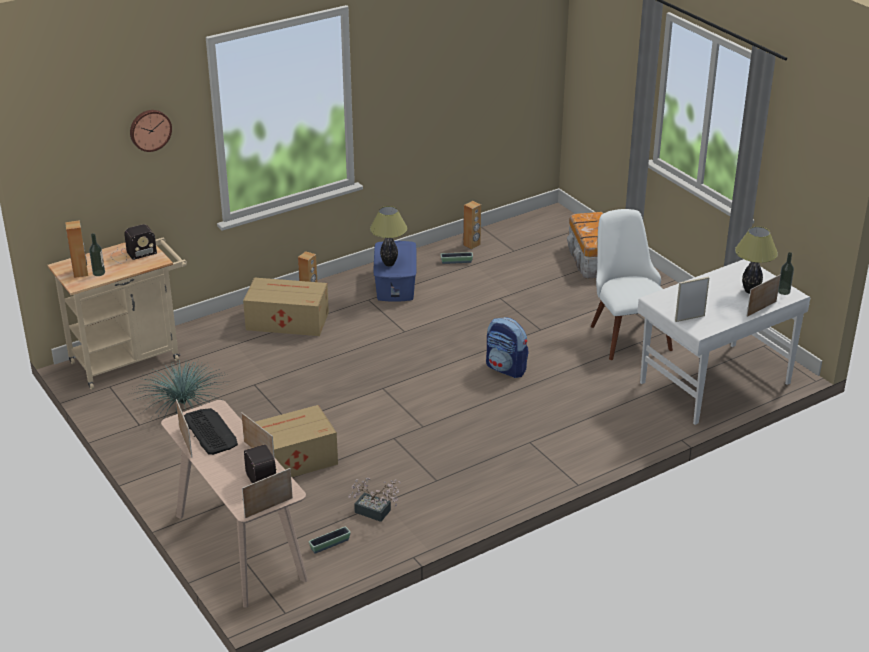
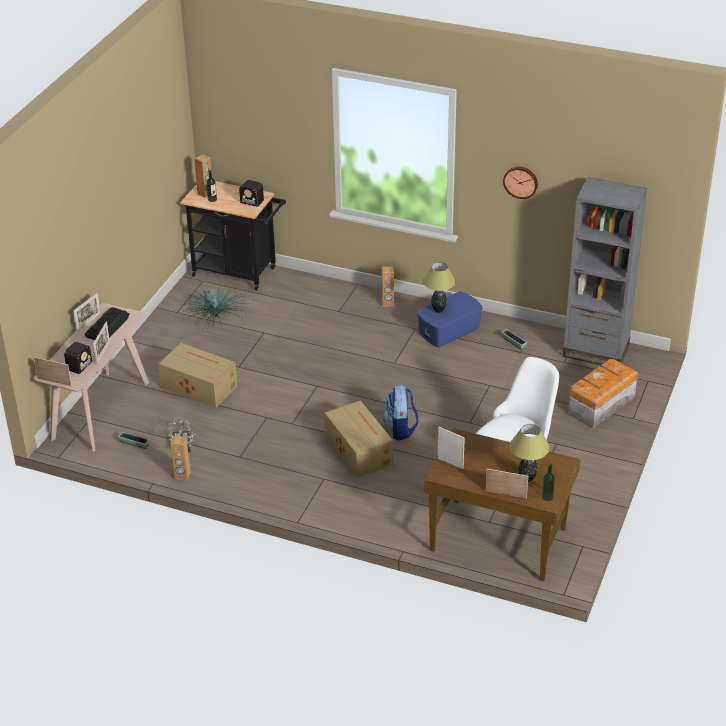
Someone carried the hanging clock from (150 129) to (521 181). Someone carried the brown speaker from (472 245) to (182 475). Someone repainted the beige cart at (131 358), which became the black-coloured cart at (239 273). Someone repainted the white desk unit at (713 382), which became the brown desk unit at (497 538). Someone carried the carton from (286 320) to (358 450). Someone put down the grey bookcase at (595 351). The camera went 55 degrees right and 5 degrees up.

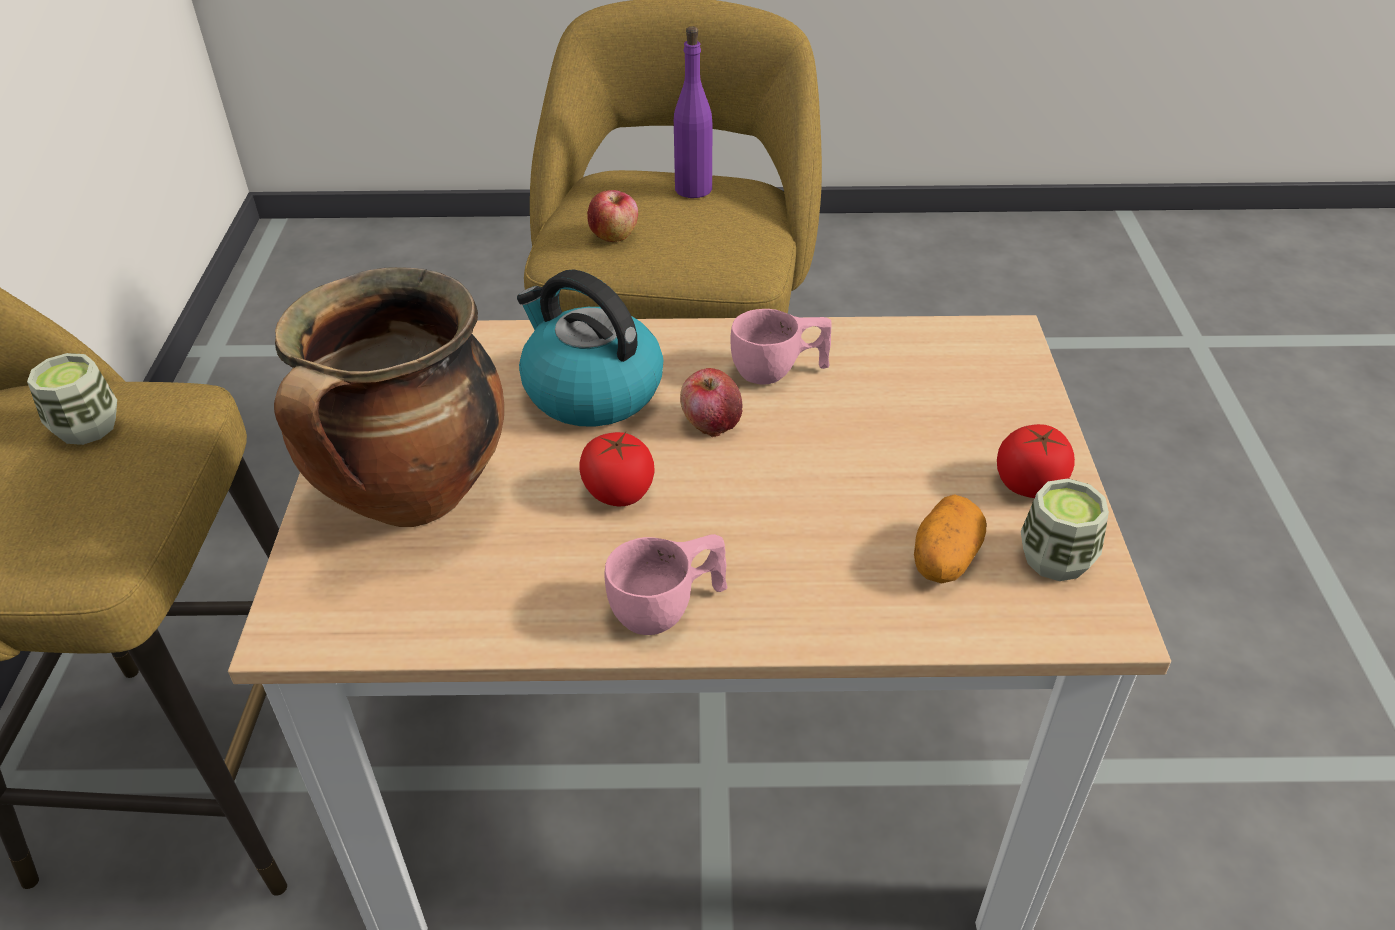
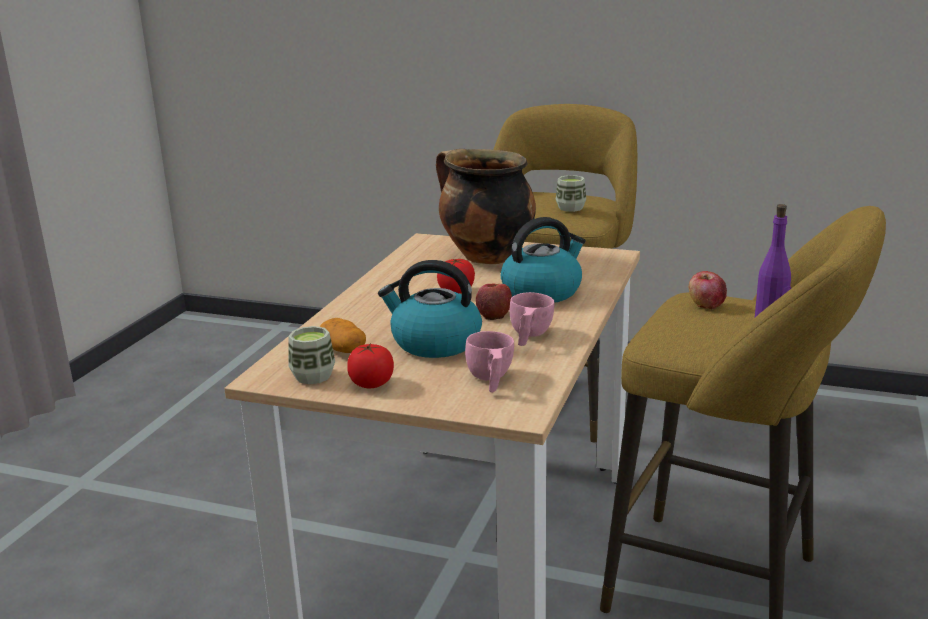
Someone carried the pink cup from (668 608) to (490 380). Someone put down the water kettle at (434 343). The camera went 110 degrees right and 20 degrees down.

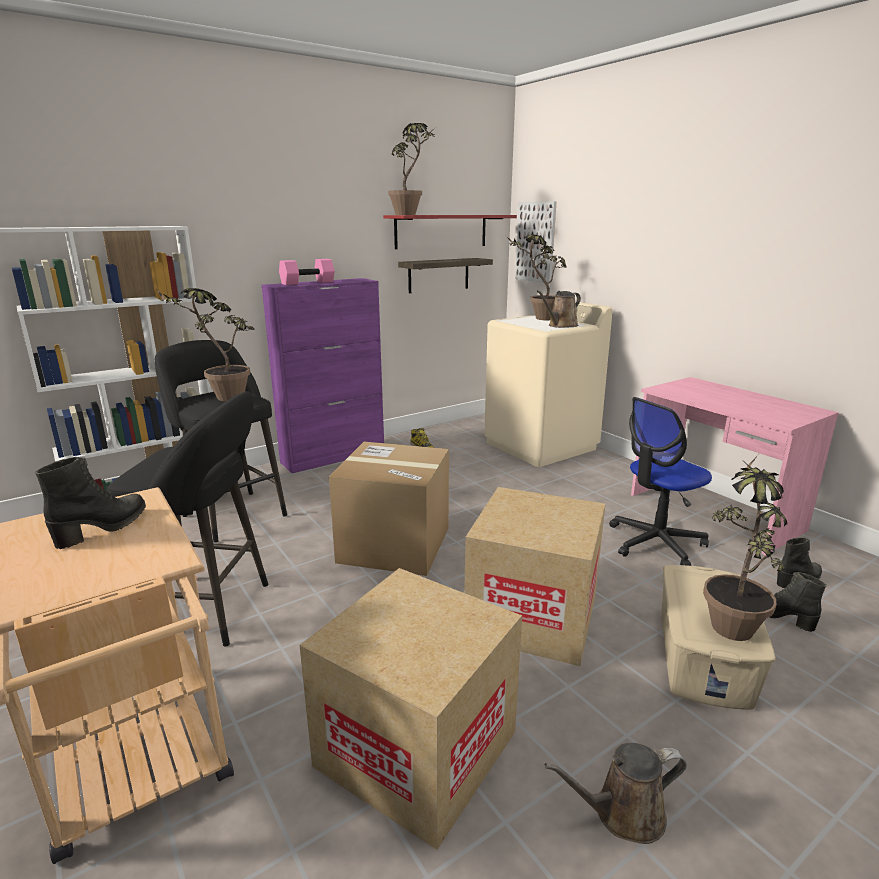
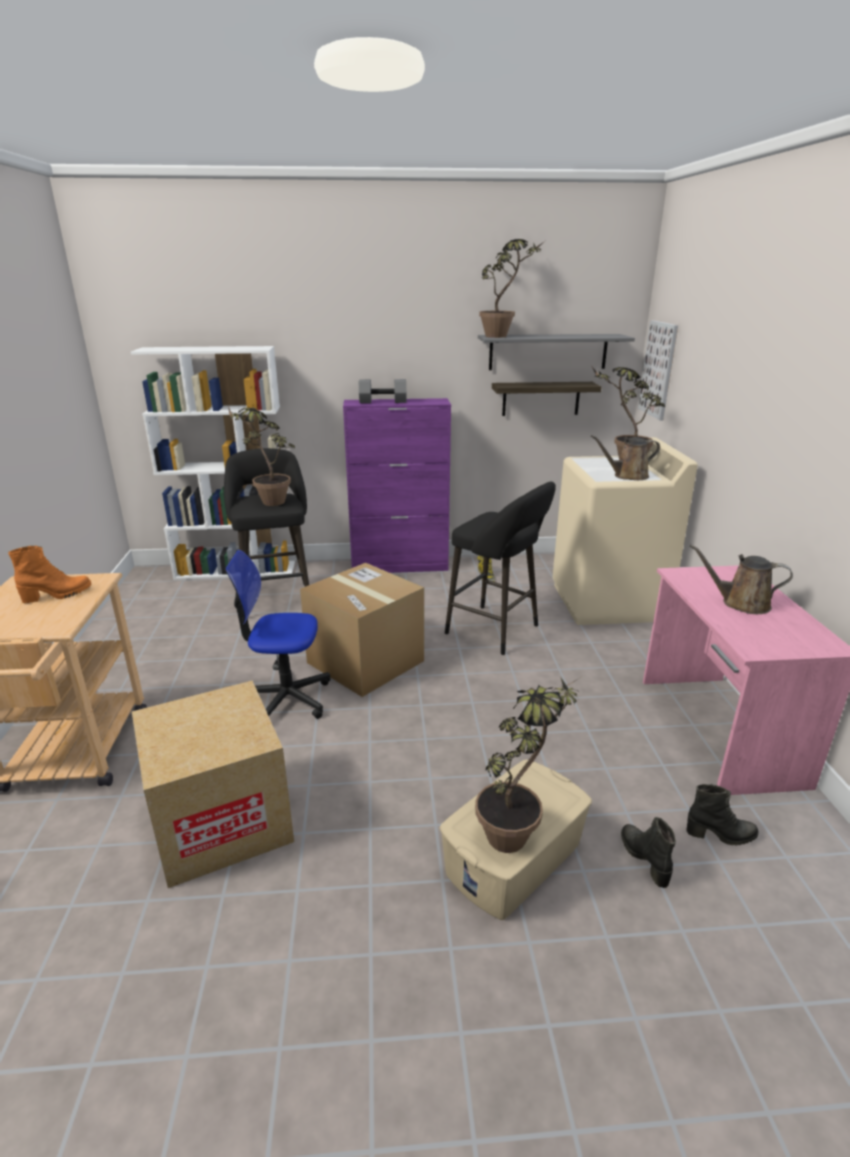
Someone repainted the red shelf at (441 231), which became the grey shelf at (548 352). Someone repainted the pink free weight at (308 283), which became the grey free weight at (383 401). Someone carried the black-coloured sitting stool from (211 610) to (496 631). Someone carried the office chair from (655 543) to (285 699). Someone repainted the black-coloured tall boot at (103 528), which became the orange tall boot at (57 595). Someone took away the carton at (532 616). Someone carried the brown watering can from (623 813) to (740 603). The camera went 30 degrees right and 5 degrees up.

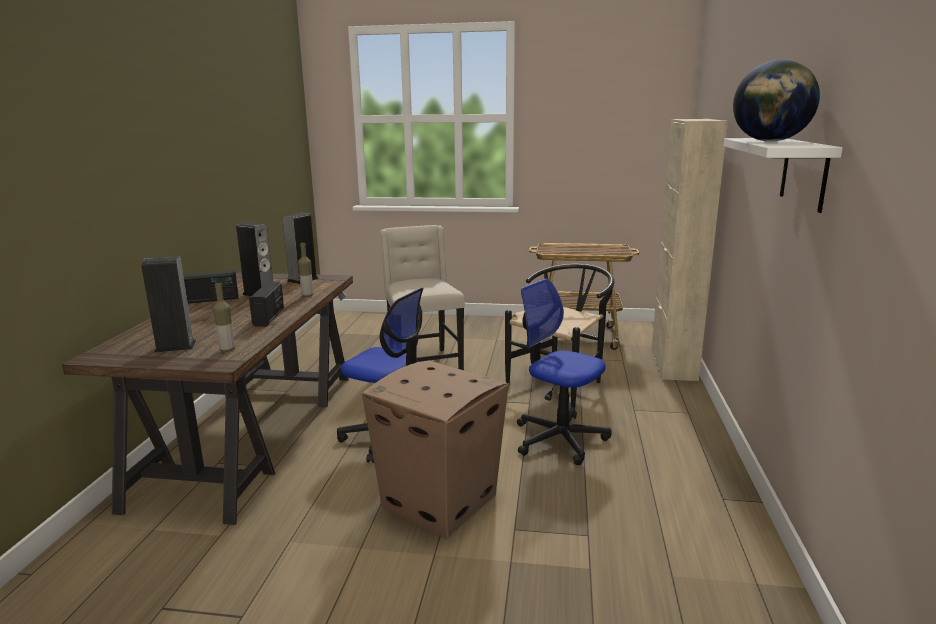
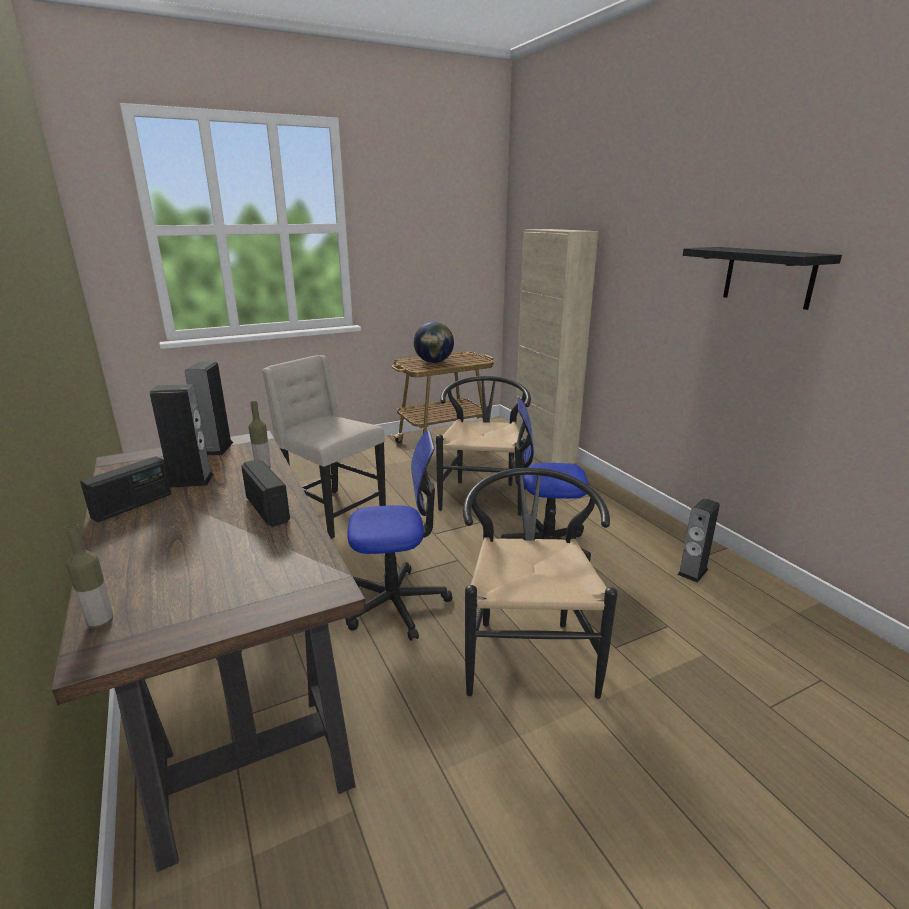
Someone carried the world globe from (770 141) to (434 362). Someone repainted the white shelf at (804 173), which became the black-coloured shelf at (768 277). Someone carried the speaker from (175 346) to (692 572). Someone carried the drink bottle from (227 350) to (100 622). Someone swapped the carton at (440 501) for the black-coloured chair at (527 650). The camera went 35 degrees left and 5 degrees up.

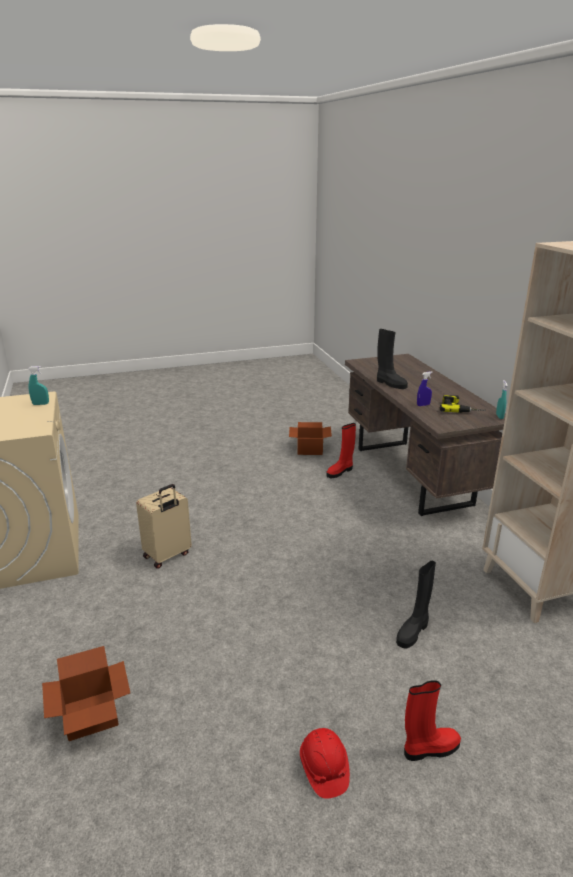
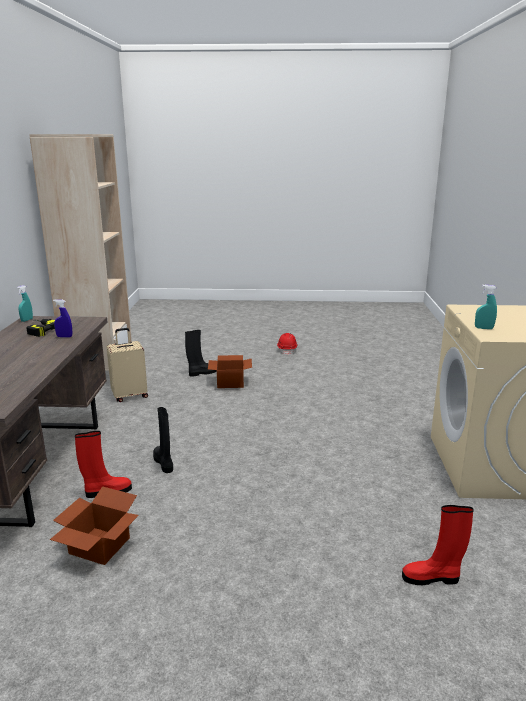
Someone carried the black-coloured tall boot from (390 384) to (164 463). Someone carried the beige suitcase from (167 556) to (130 395). Someone carried the carton from (90 716) to (231 382). Someone carried the red tall boot from (429 749) to (432 578). The camera went 160 degrees left and 5 degrees down.

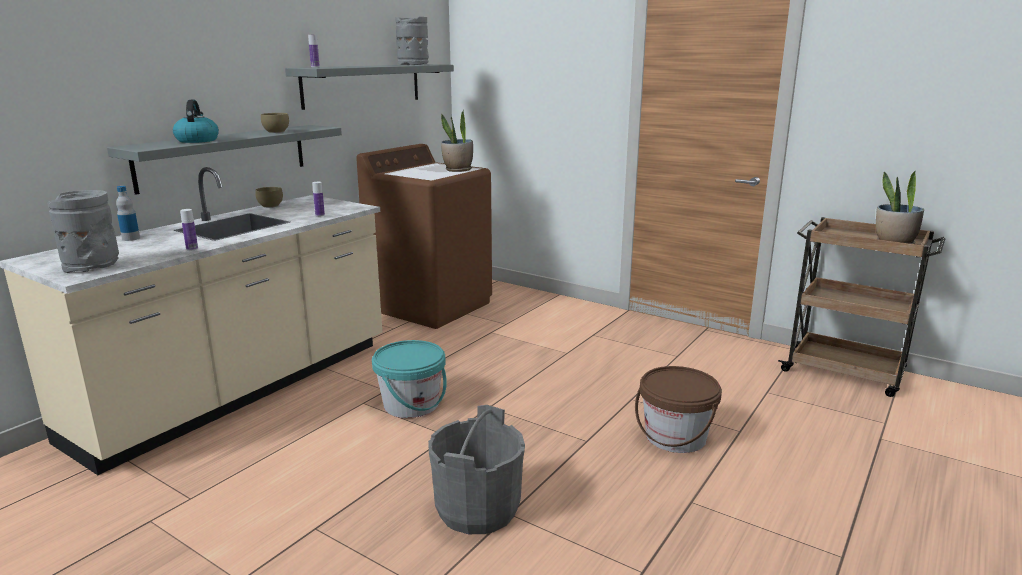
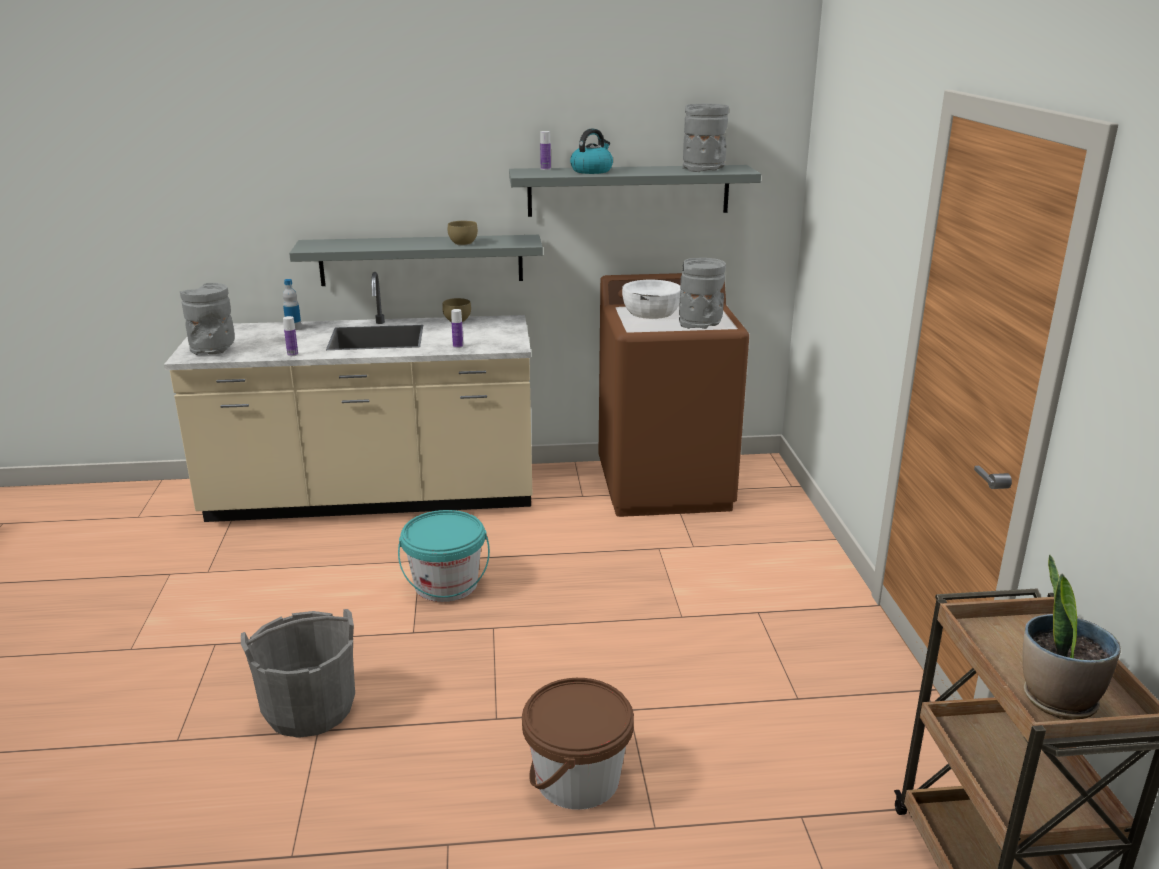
Someone carried the water kettle from (197 140) to (592 171). Someone swapped the houseplant at (458 170) for the grey decorative vase at (701 324). Someone put down the white serving bowl at (651 312). The camera went 50 degrees right and 5 degrees up.

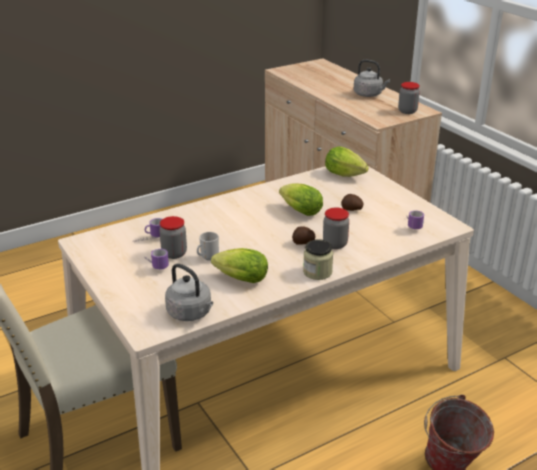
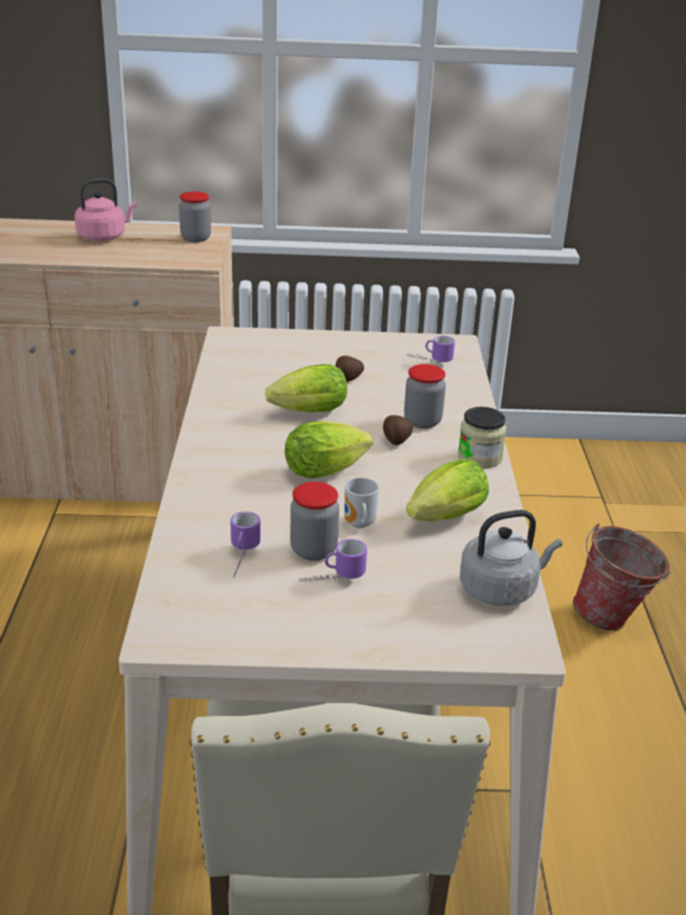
Someone repainted the grey water kettle at (369 95), which became the pink water kettle at (104 237). Someone carried the lettuce head from (346 175) to (329 470). The camera went 60 degrees left and 0 degrees up.

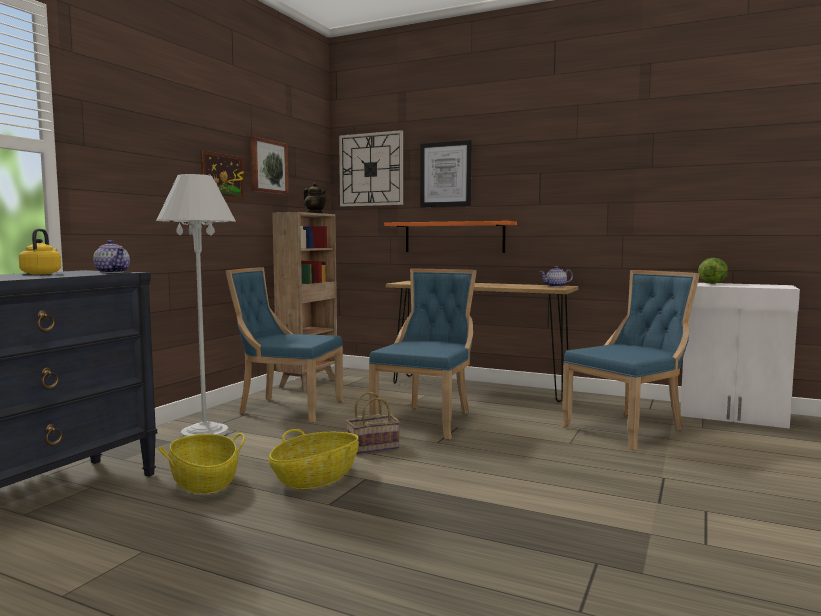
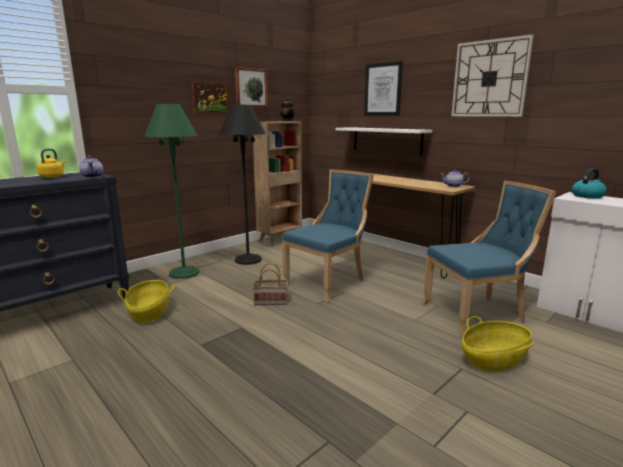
Someone carried the hanging clock from (371 169) to (489 79). Someone repainted the white standing lamp at (204 432), which became the green-coloured standing lamp at (184 273). Someone repainted the orange shelf at (454 237), which became the white shelf at (386 140). Someone swapped the lettuce head at (712 283) for the water kettle at (587 196). Someone swapped the bluish chair at (287 408) for the black-coloured standing lamp at (248 259). Someone carried the household basket from (316 478) to (494 359). The camera went 20 degrees right and 10 degrees up.

